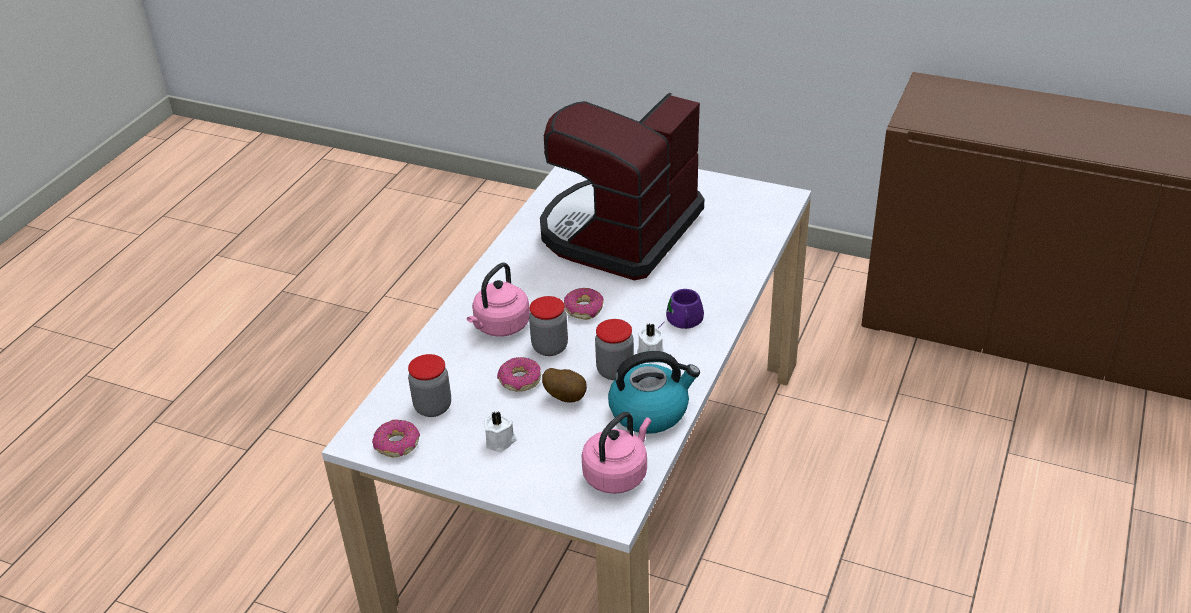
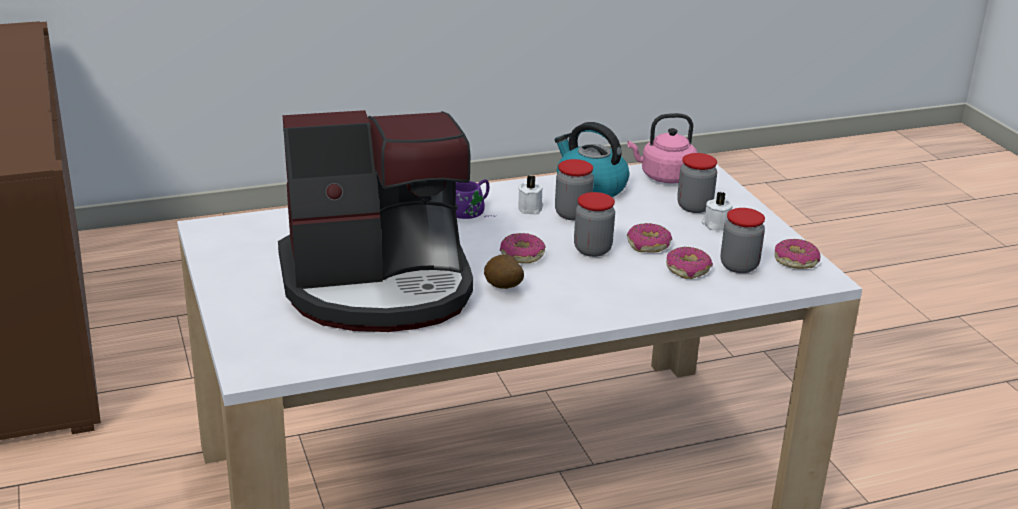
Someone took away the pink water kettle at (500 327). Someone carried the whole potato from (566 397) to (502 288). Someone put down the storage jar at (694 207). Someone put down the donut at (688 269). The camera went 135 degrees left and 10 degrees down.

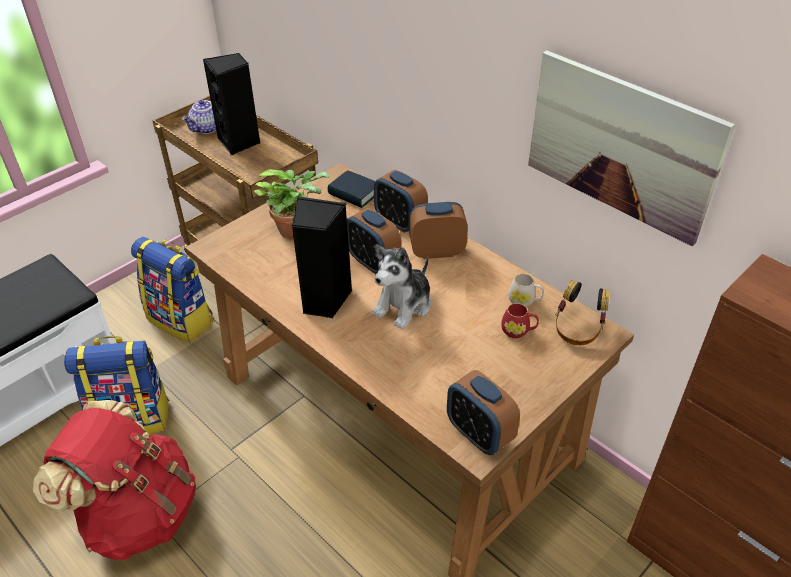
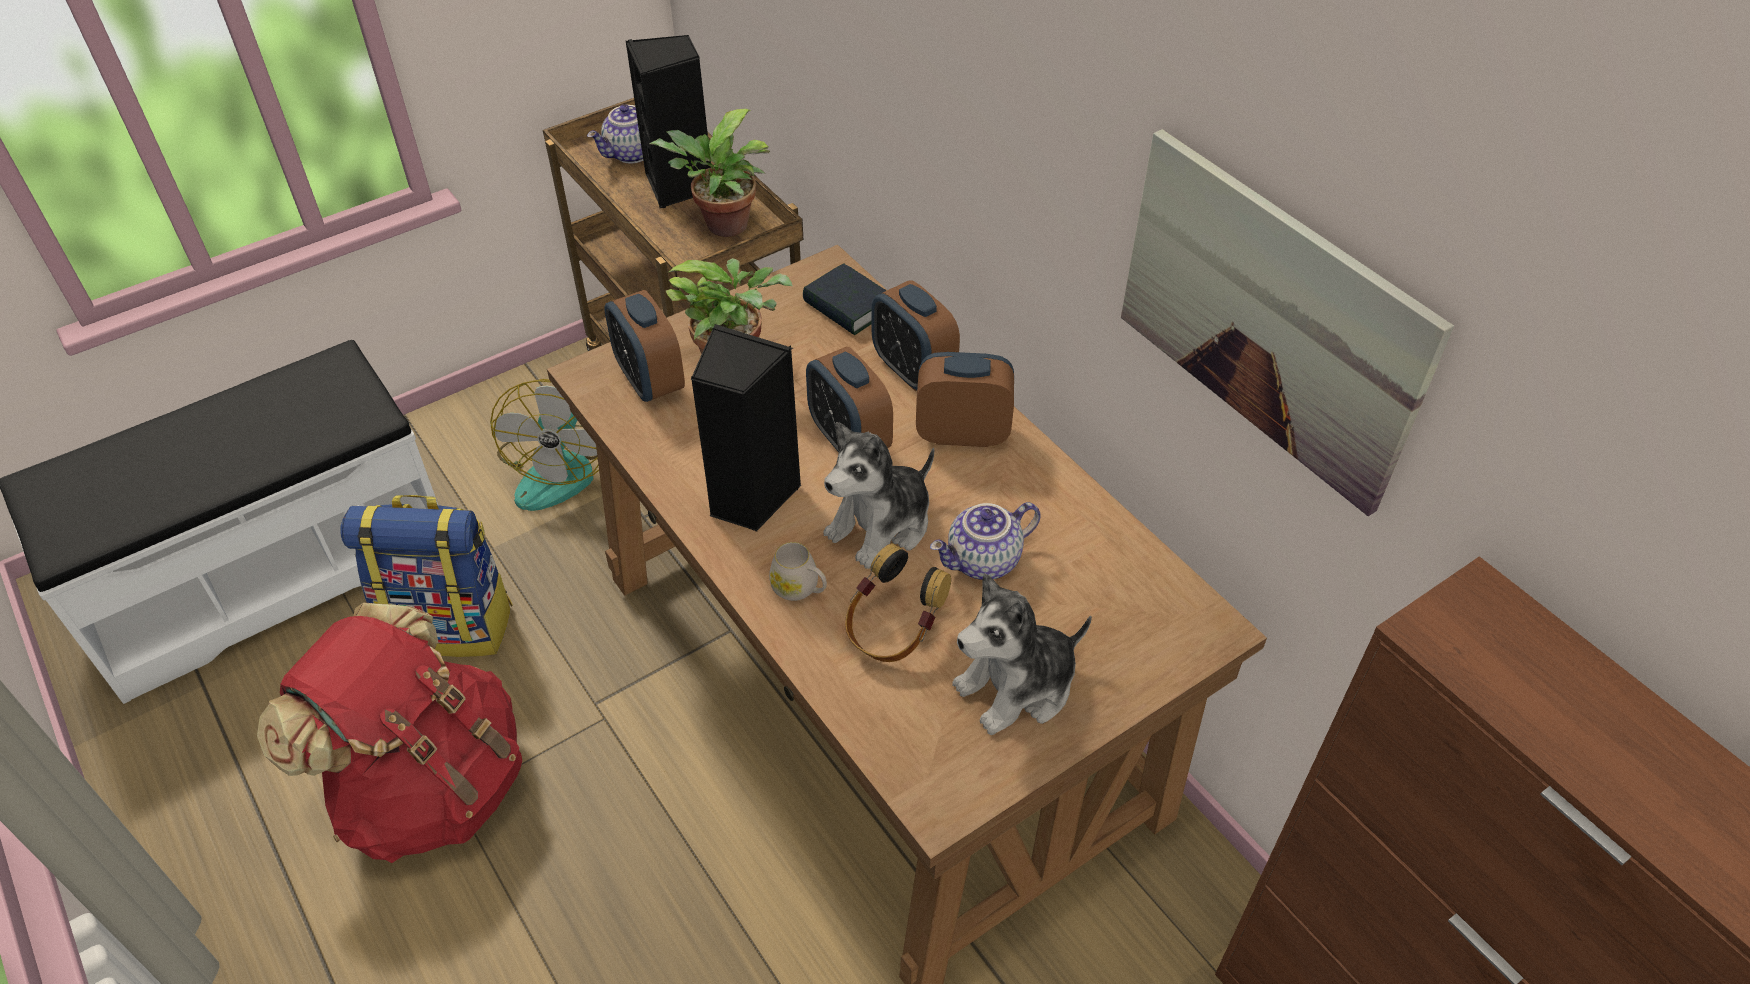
Someone swapped the knapsack at (181 319) for the electric fan at (559 468). Someone carried the white mug from (524 301) to (800 589). Someone carried the pair of headphones from (578 329) to (892 630). Someone took away the red mug at (518 331). Someone carried the bedside clock from (479 434) to (650 380). Someone put down the houseplant at (722 227). Someone put down the tea pot at (983 562). Someone put down the plush toy at (1017 687). The camera went 10 degrees right and 5 degrees up.

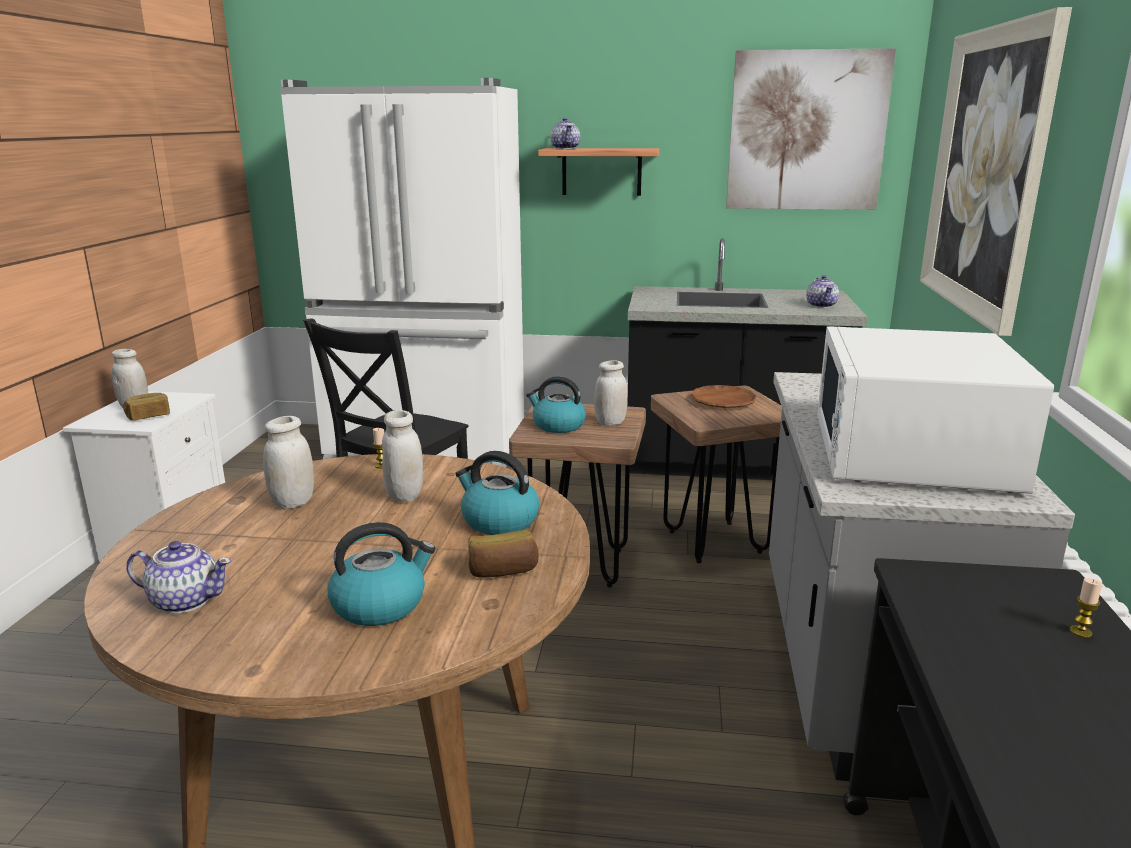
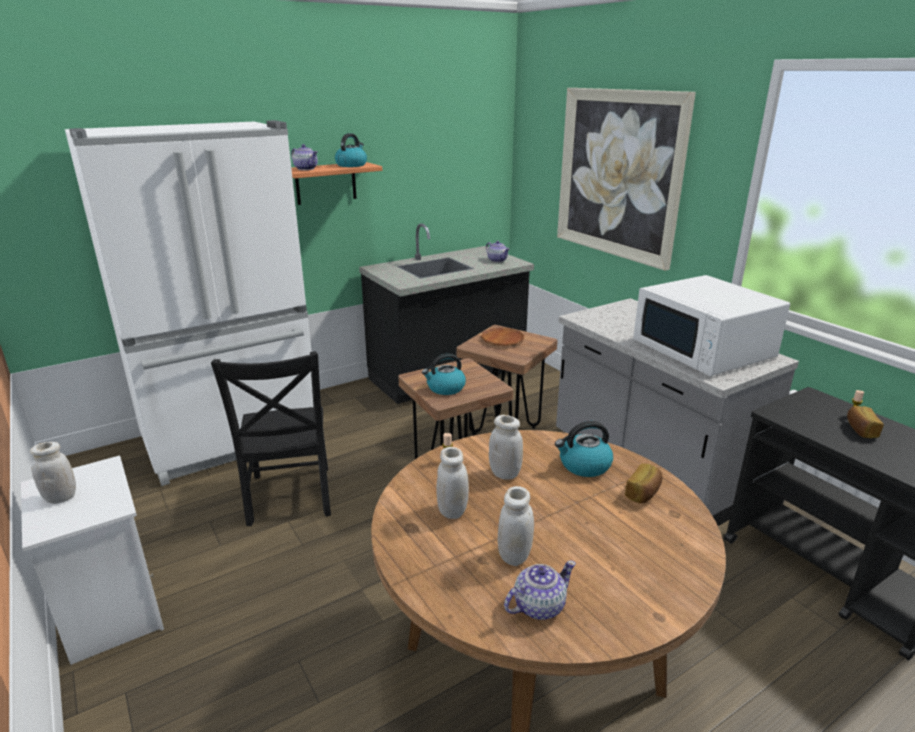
Someone took away the picture at (806 131). Someone carried the white storage jar from (610 422) to (514 556). Someone carried the baked bread from (149 416) to (860 430). Someone carried the water kettle from (380 604) to (351 165). The camera went 40 degrees left and 5 degrees up.

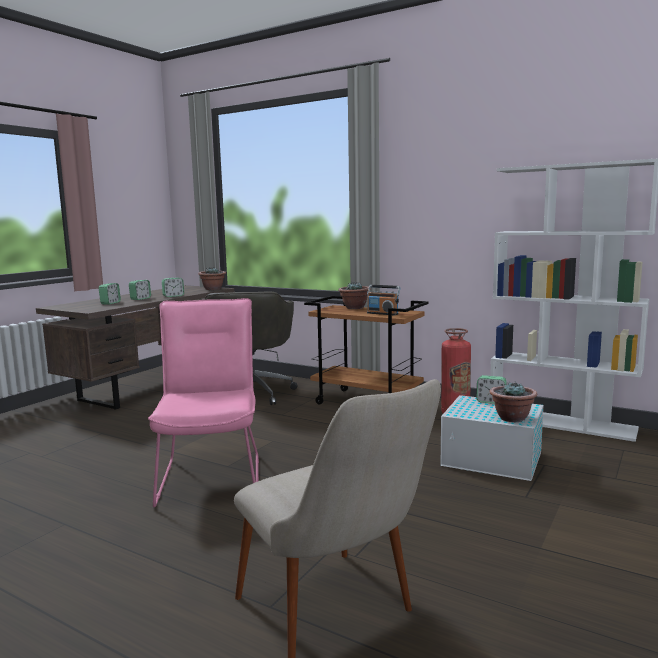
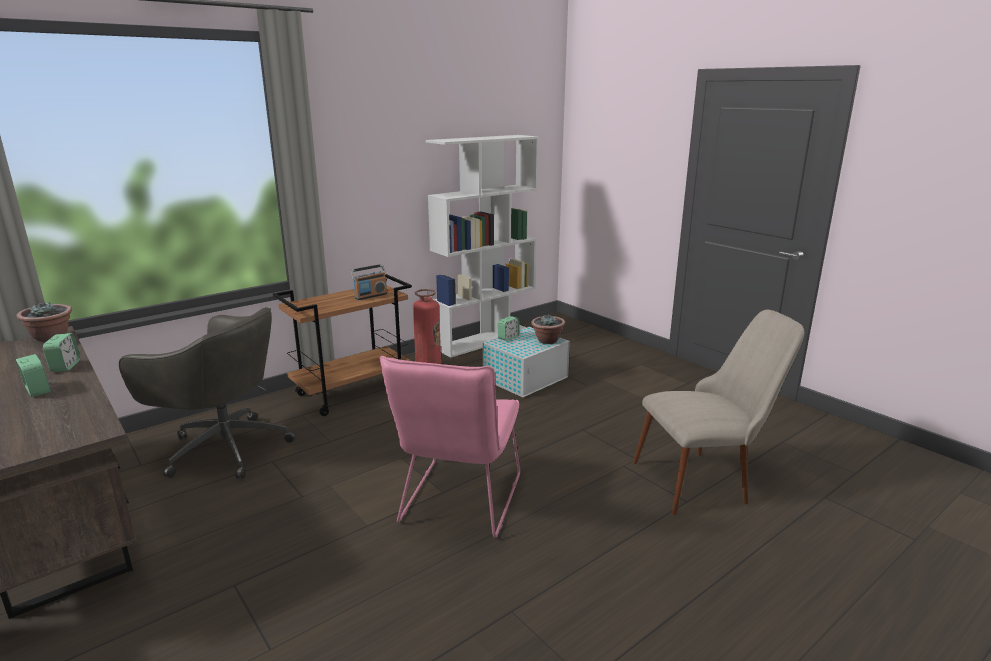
Someone took away the houseplant at (354 308). Someone took away the bedside clock at (110 303). Someone rotated the pink chair at (212 475) by 90 degrees counterclockwise. The camera went 70 degrees left and 10 degrees up.

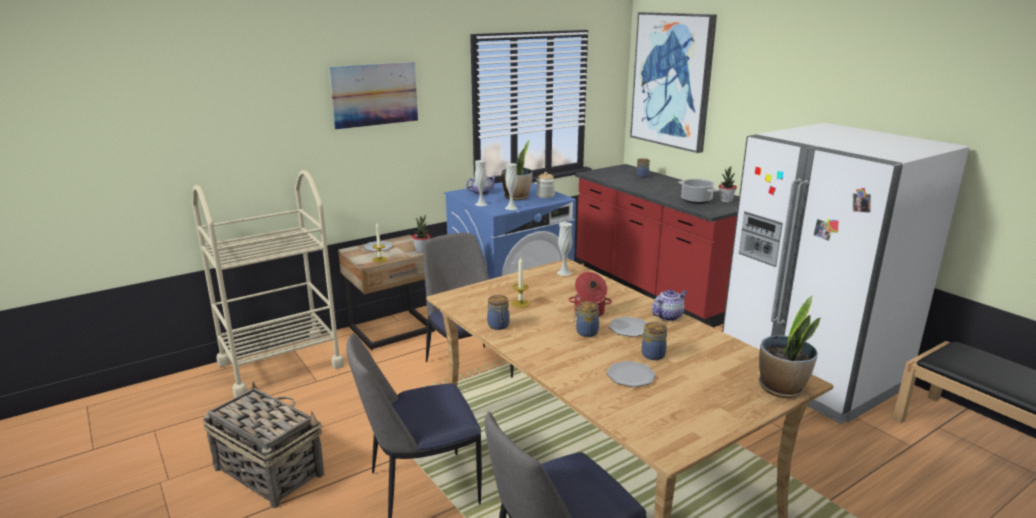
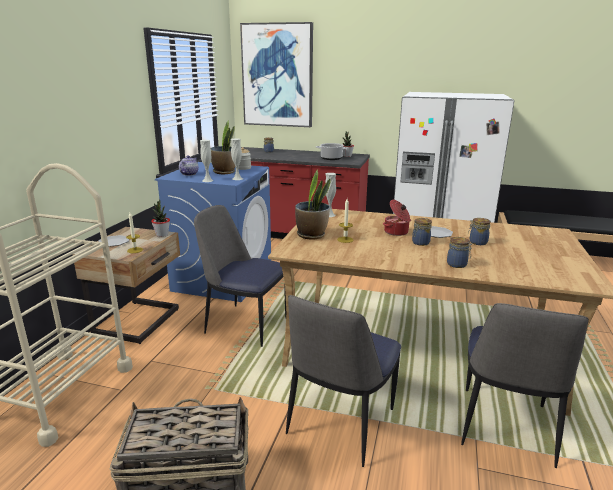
Someone took away the picture at (375 94). Someone took away the tea pot at (668 316). Someone carried the storage jar from (498 326) to (457 265). Someone carried the houseplant from (782 388) to (312 235). Someone took away the dinner plate at (630 375). The camera went 40 degrees left and 0 degrees up.

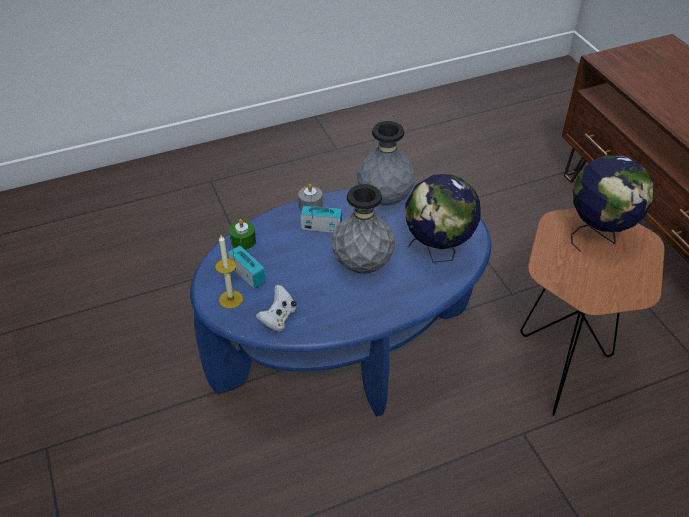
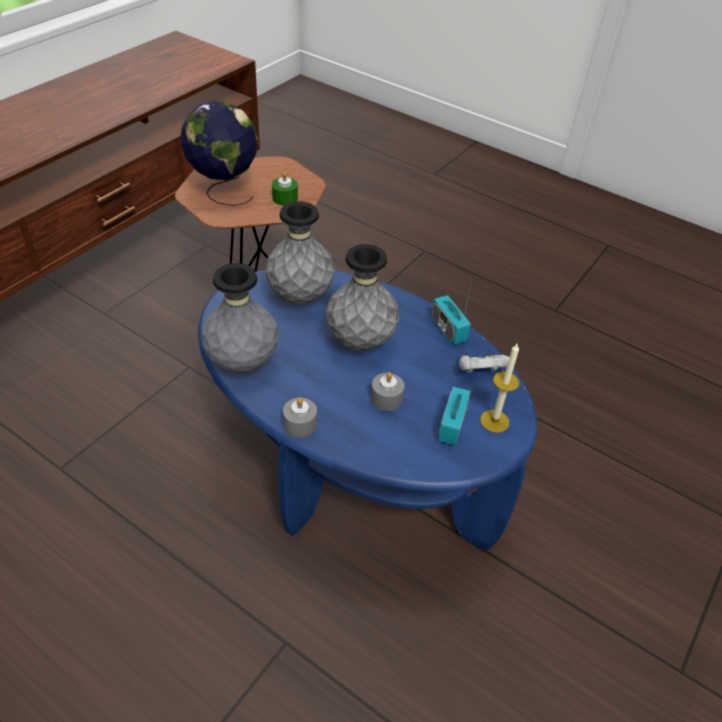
Someone swapped the world globe at (438 252) for the grey decorative vase at (300 297). Someone carried the radio from (321 227) to (448 329). Someone carried the green-coloured wax candle from (243 241) to (285 198). Someone put down the grey wax candle at (386 399). The camera went 125 degrees left and 0 degrees up.

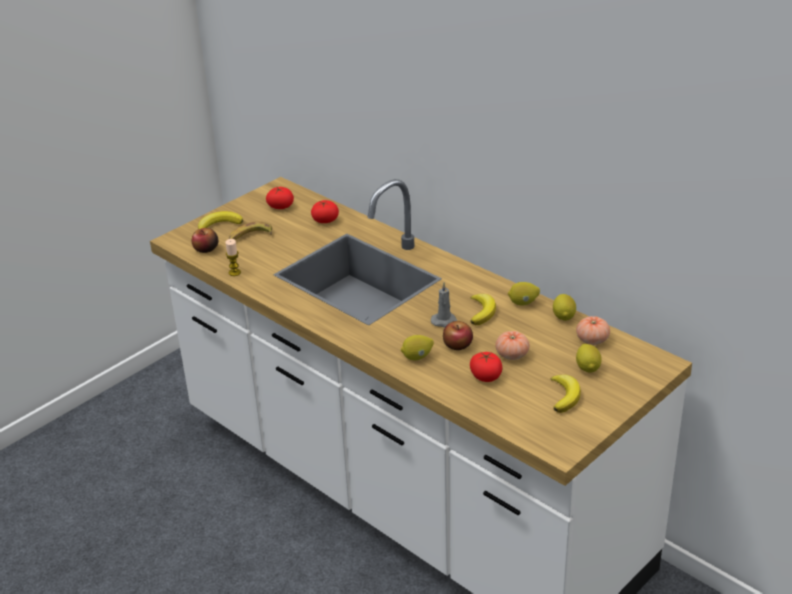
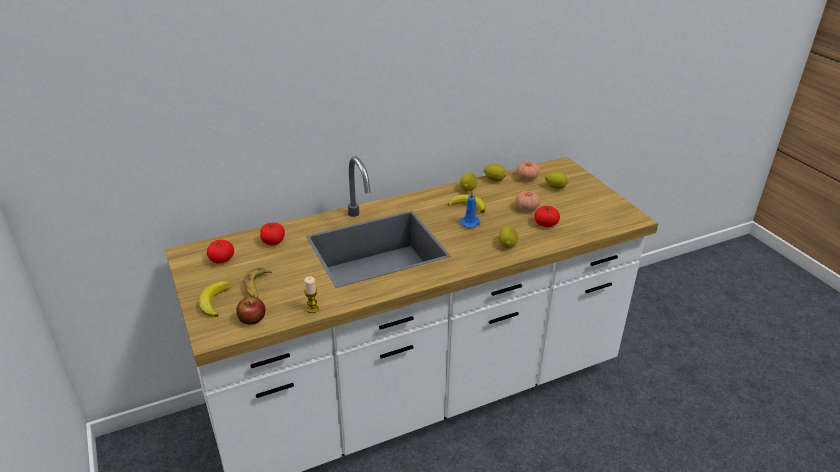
Someone repainted the grey wax candle at (445 322), which became the bluish wax candle at (470 223). Someone took away the whole apple at (458 345). Someone took away the banana fruit at (564 396). The camera went 70 degrees left and 0 degrees up.

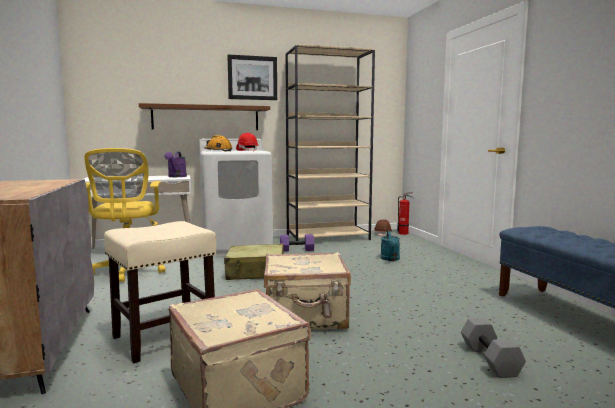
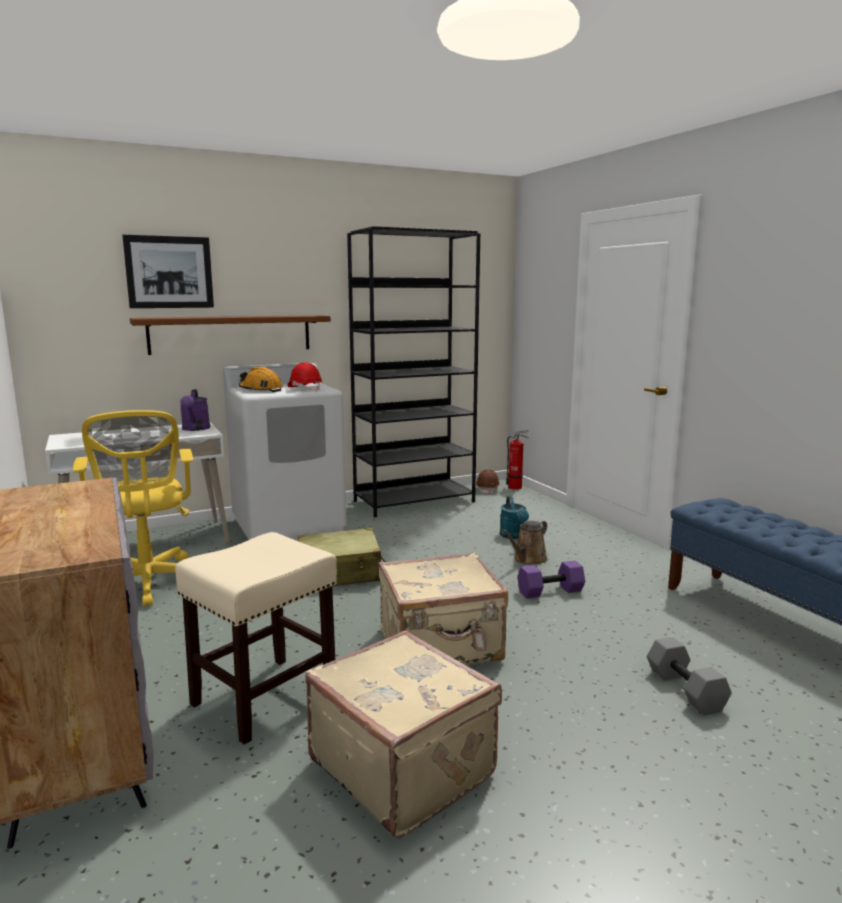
Someone repainted the beige bookcase at (328 238), which became the black-coloured bookcase at (414 501). Someone carried the picture from (252 78) to (169 272). Someone carried the purple-coloured free weight from (296 250) to (550 592). Someone put down the brown watering can at (528 559). The camera went 10 degrees left and 5 degrees up.

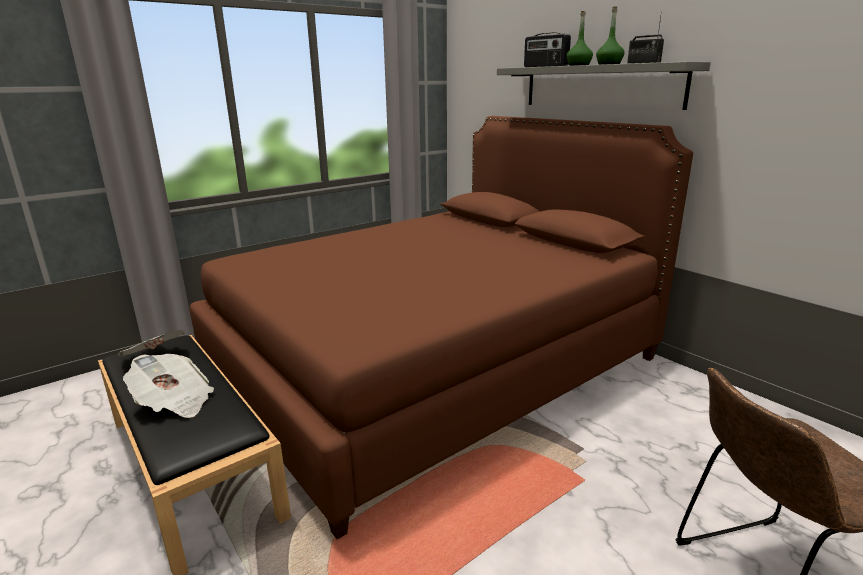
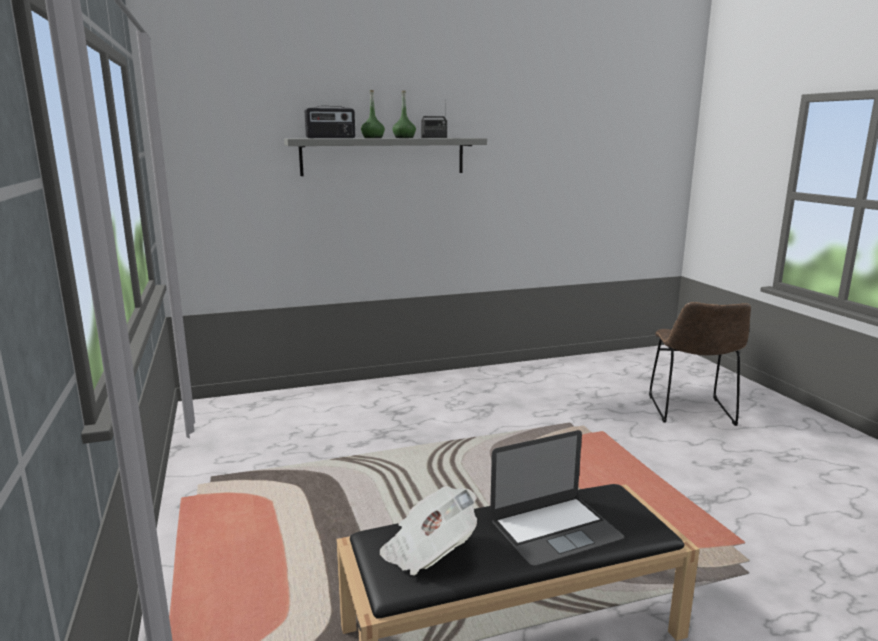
Someone took away the brown bedroom bed at (434 365). Someone swapped the newspaper at (174 402) for the portable computer at (555 529). The camera went 70 degrees left and 5 degrees down.

